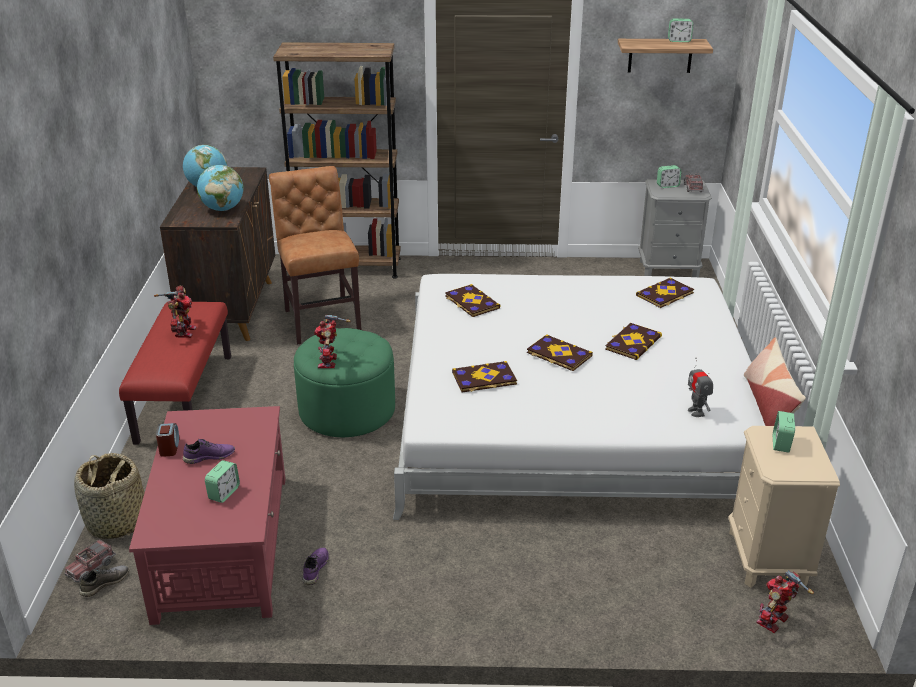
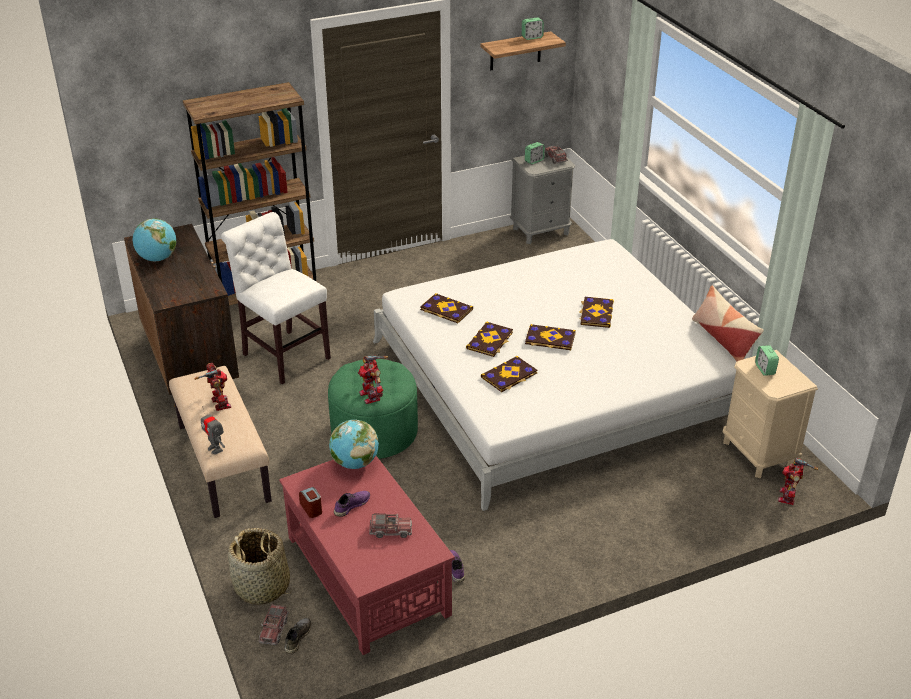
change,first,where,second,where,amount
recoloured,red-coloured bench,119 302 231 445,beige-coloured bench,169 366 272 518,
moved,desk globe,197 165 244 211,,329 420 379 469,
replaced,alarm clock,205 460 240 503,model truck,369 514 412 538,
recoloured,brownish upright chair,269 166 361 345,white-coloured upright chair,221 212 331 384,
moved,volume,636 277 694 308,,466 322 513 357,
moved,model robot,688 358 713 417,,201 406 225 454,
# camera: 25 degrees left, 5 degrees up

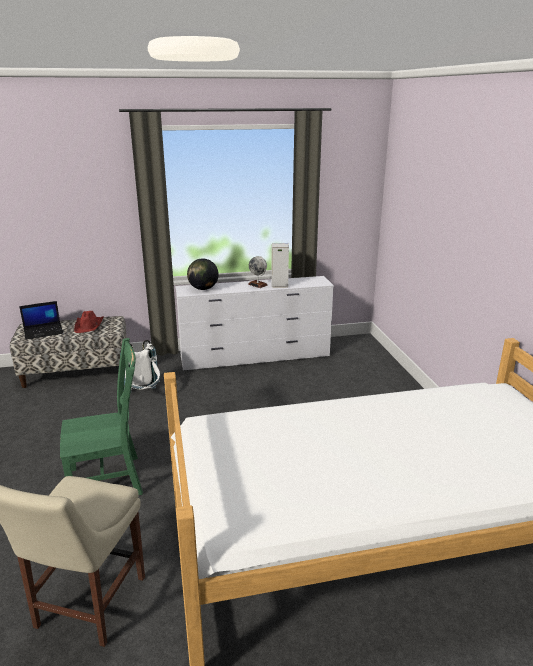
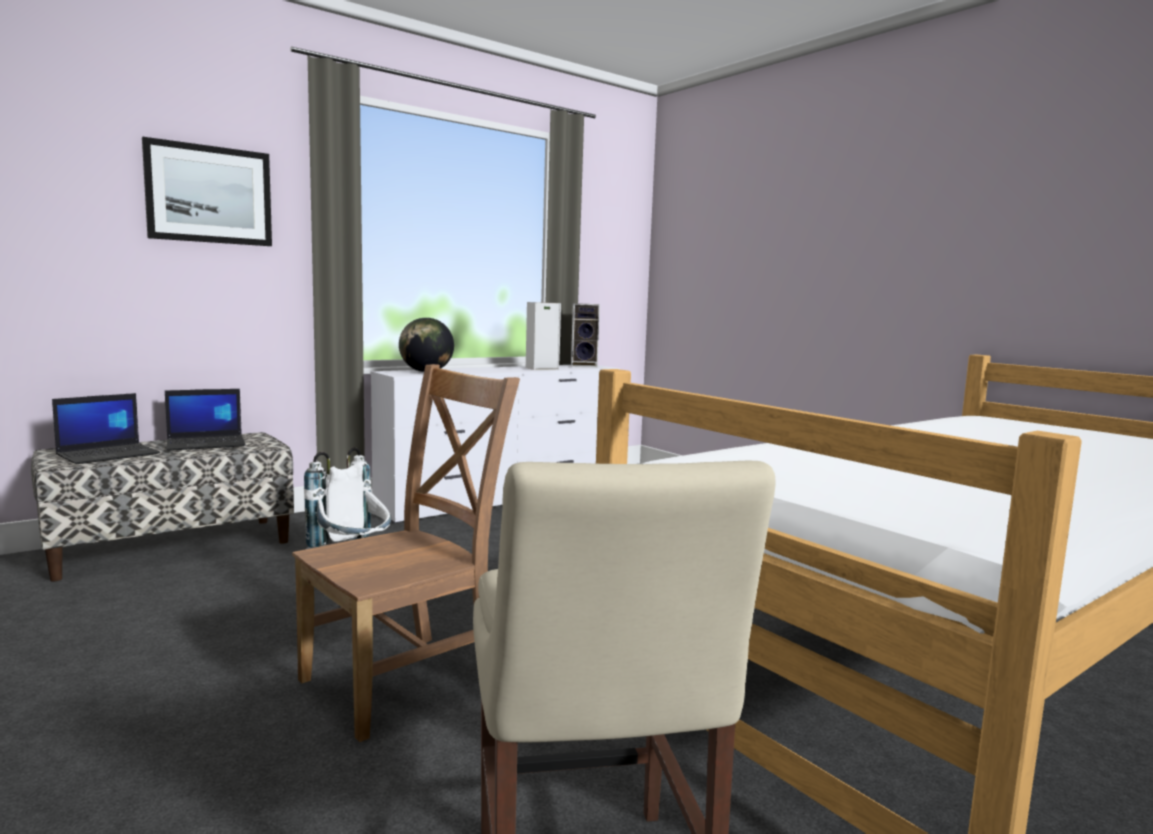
change,first,where,second,where,amount
recoloured,green upright chair,60 338 143 495,brownish upright chair,292 364 520 742,
replaced,red-coloured hat,74 311 104 333,portable computer,165 389 246 451,
removed,desk globe,248 256 268 288,,,
added,,,wall picture,142 137 272 246,
added,,,speaker,571 303 600 368,
# camera: 25 degrees left, 15 degrees down

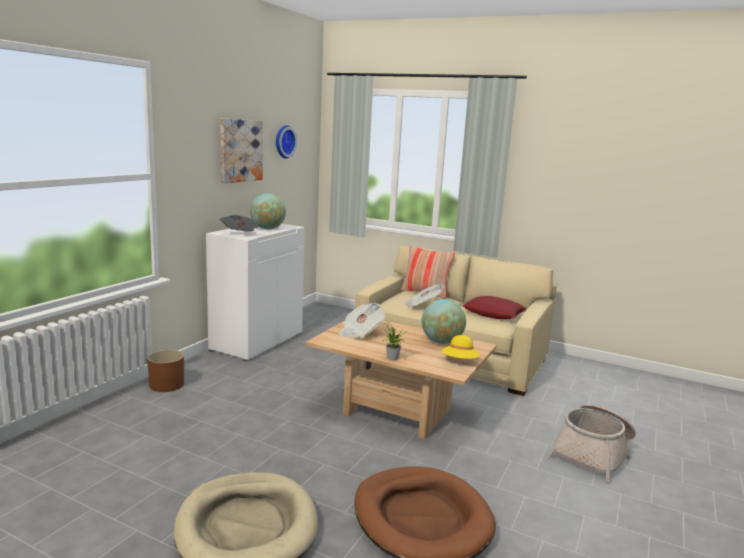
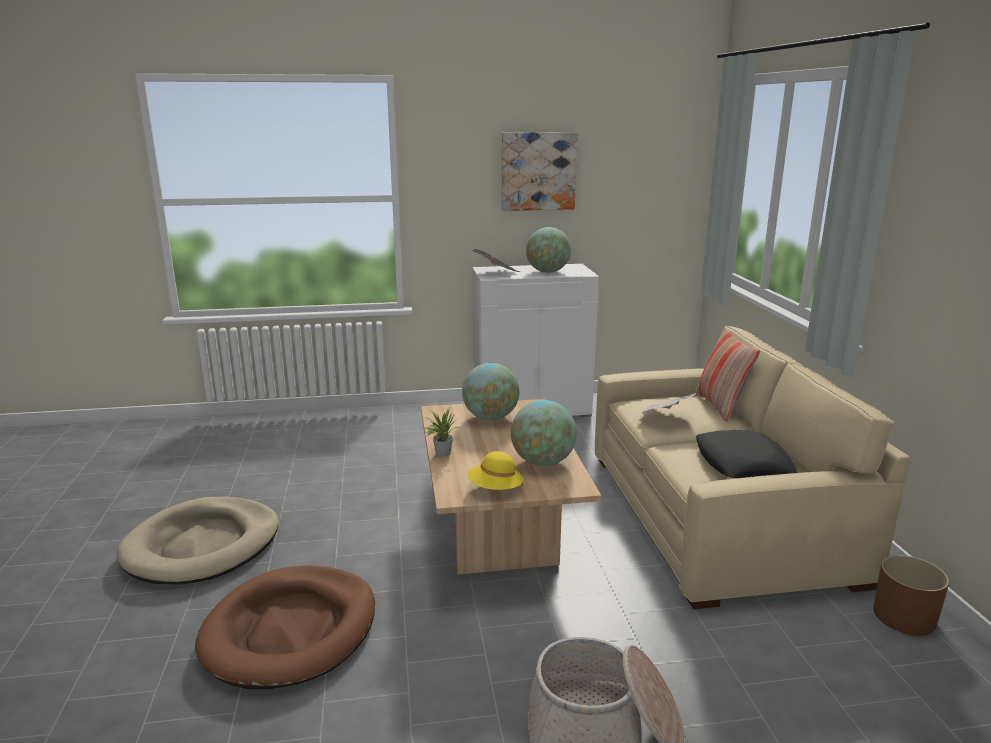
change,first,where,second,where,amount
moved,brownish planter,147 350 184 392,,873 555 949 636,
removed,hanging clock,276 125 297 158,,,
replaced,newspaper,339 303 385 338,desk globe,462 363 519 420,
recoloured,red-coloured pillow,463 296 527 319,black pillow,696 430 798 478,
# camera: 55 degrees right, 5 degrees up

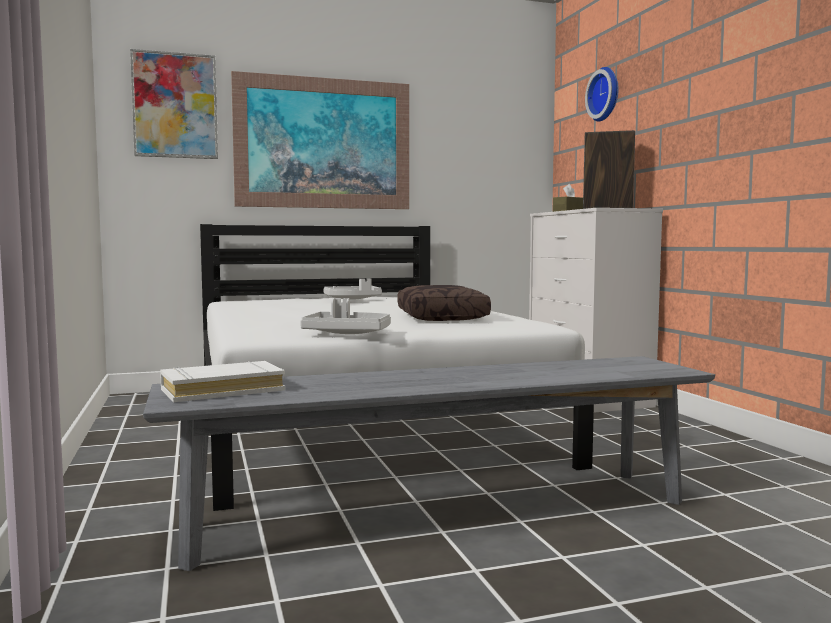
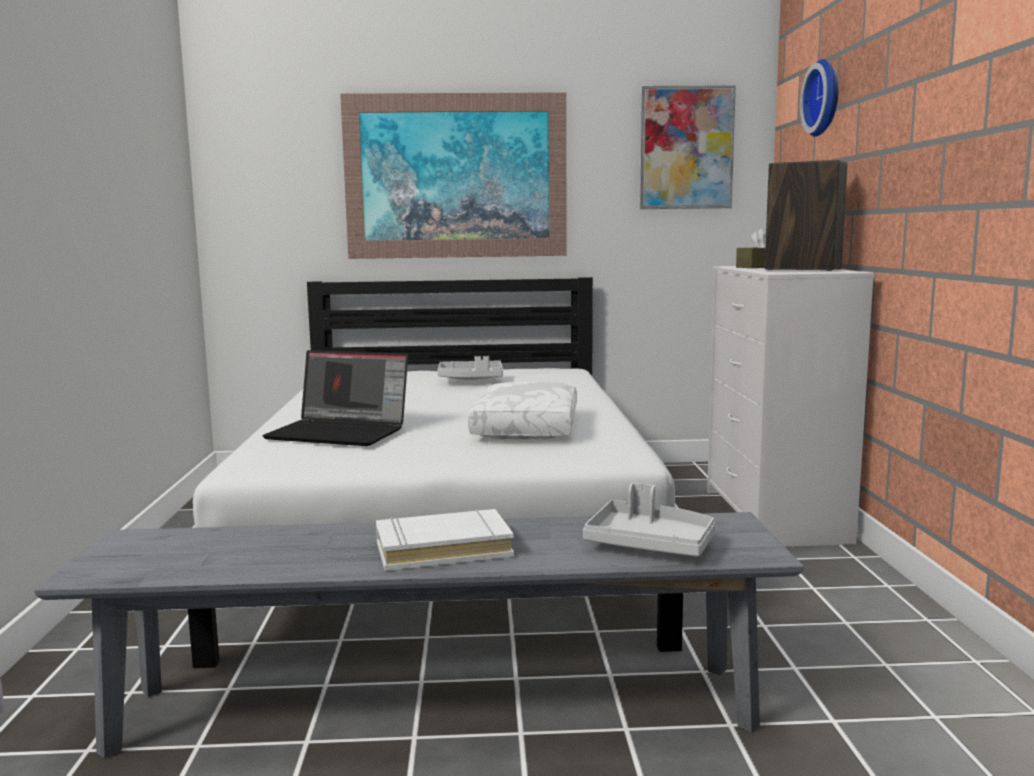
change,first,where,second,where,amount
moved,wall picture,130 49 218 159,,640 85 736 209,
moved,white-coloured volume,160 361 285 402,,376 509 514 571,
moved,grey tray,300 298 391 334,,583 483 716 557,
recoloured,brownish pillow,397 285 491 321,white-coloured pillow,468 382 577 439,
added,,,portable computer,262 350 408 446,
# camera: 15 degrees right, 5 degrees up

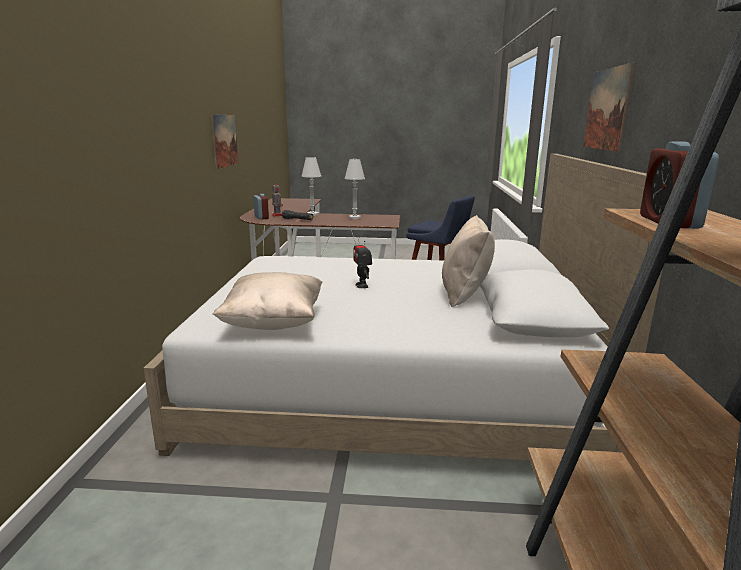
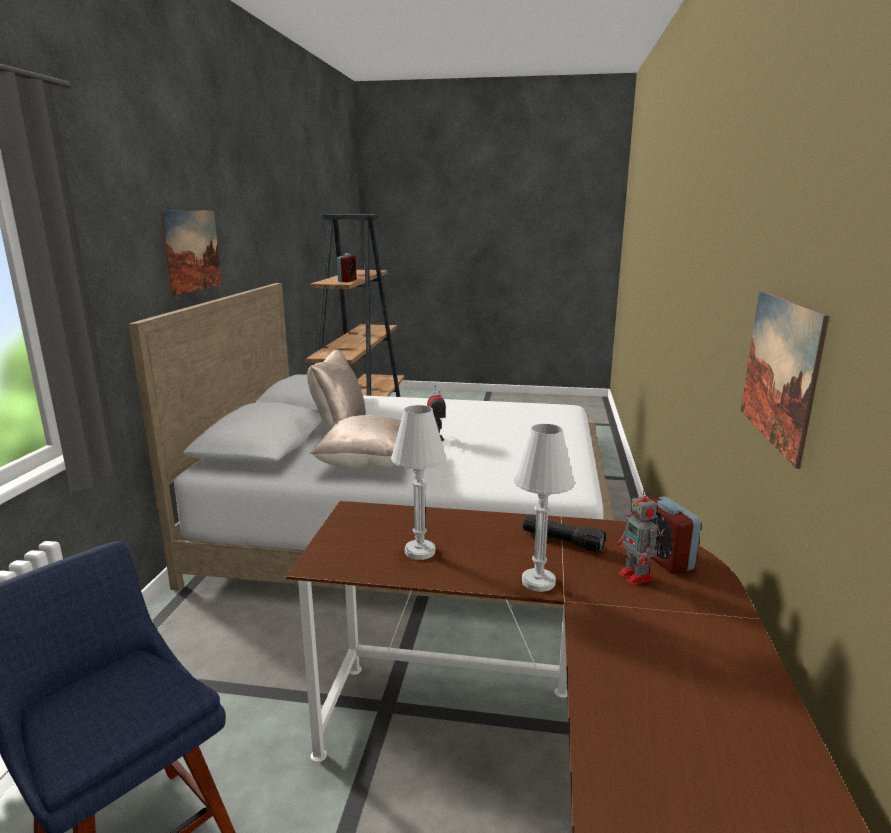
change,first,where,second,where,amount
moved,beige-coloured pillow,213 272 322 330,,310 415 401 469,
# camera: 175 degrees left, 0 degrees up

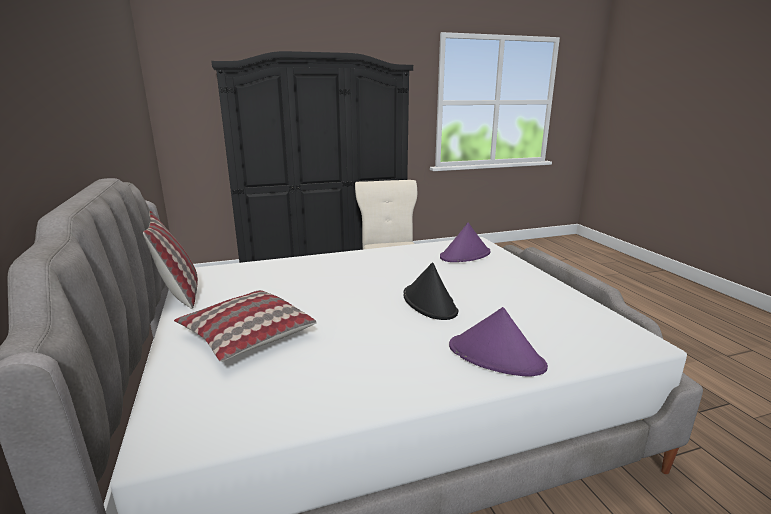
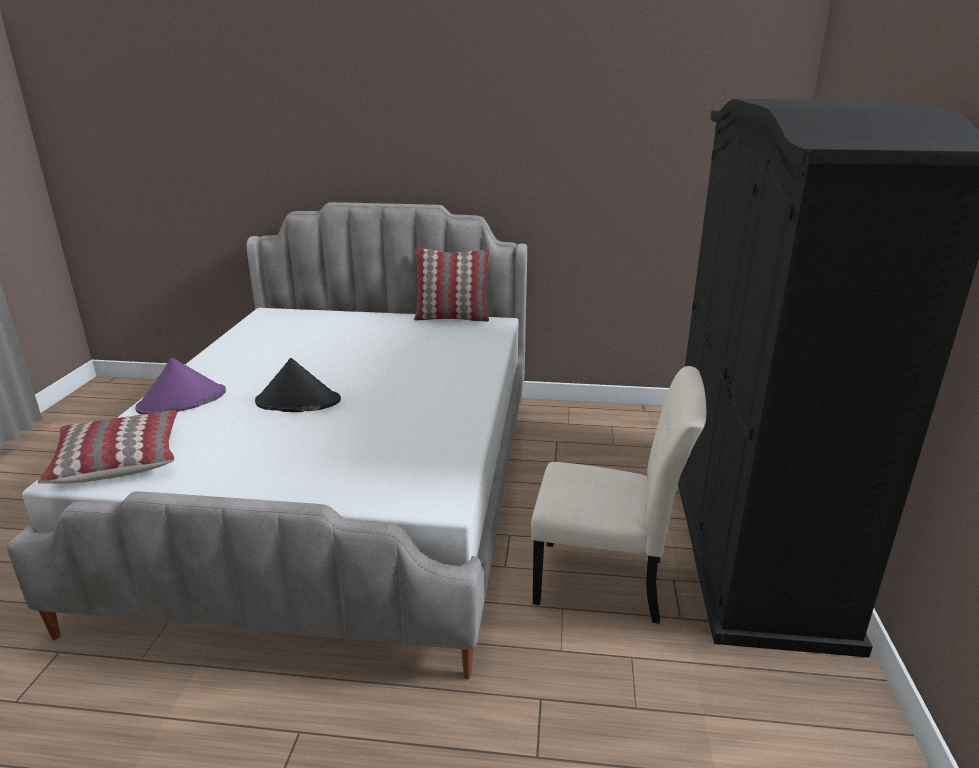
change,first,where,second,where,amount
moved,pillow,174 290 317 362,,38 410 178 484,
removed,purple hat,440 223 490 262,,,
# camera: 115 degrees right, 5 degrees up

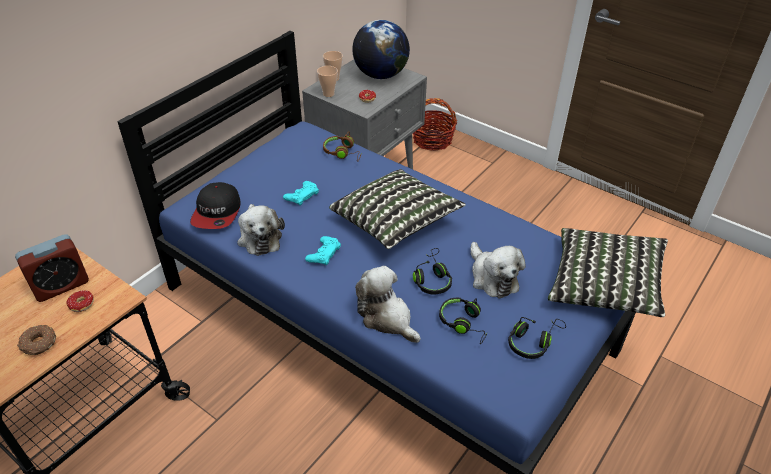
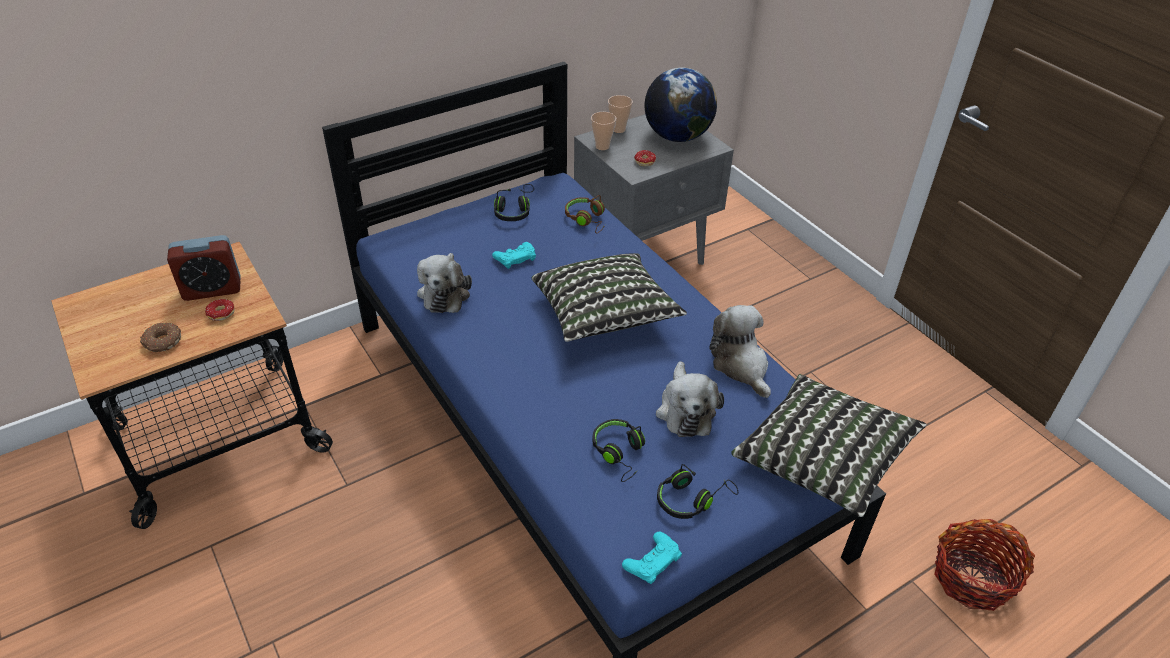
change,first,where,second,where,amount
removed,cap,190 182 241 229,,,
moved,turquoise game controller,305 236 341 265,,622 532 682 584,
moved,soft toy,355 266 421 343,,709 305 771 398,
moved,basket,413 98 457 151,,934 519 1035 611,
moved,black pair of headphones,413 248 452 295,,494 184 534 221,
# camera: 20 degrees right, 0 degrees up

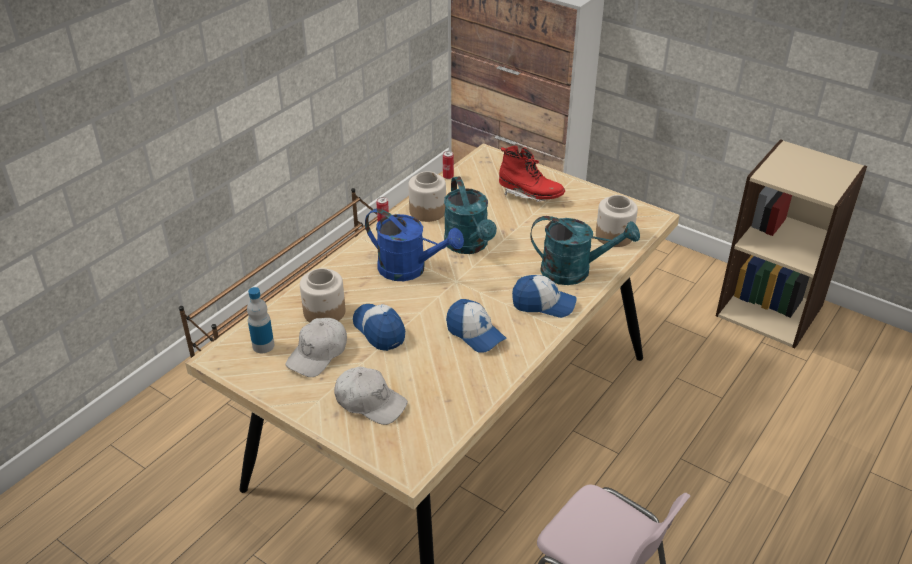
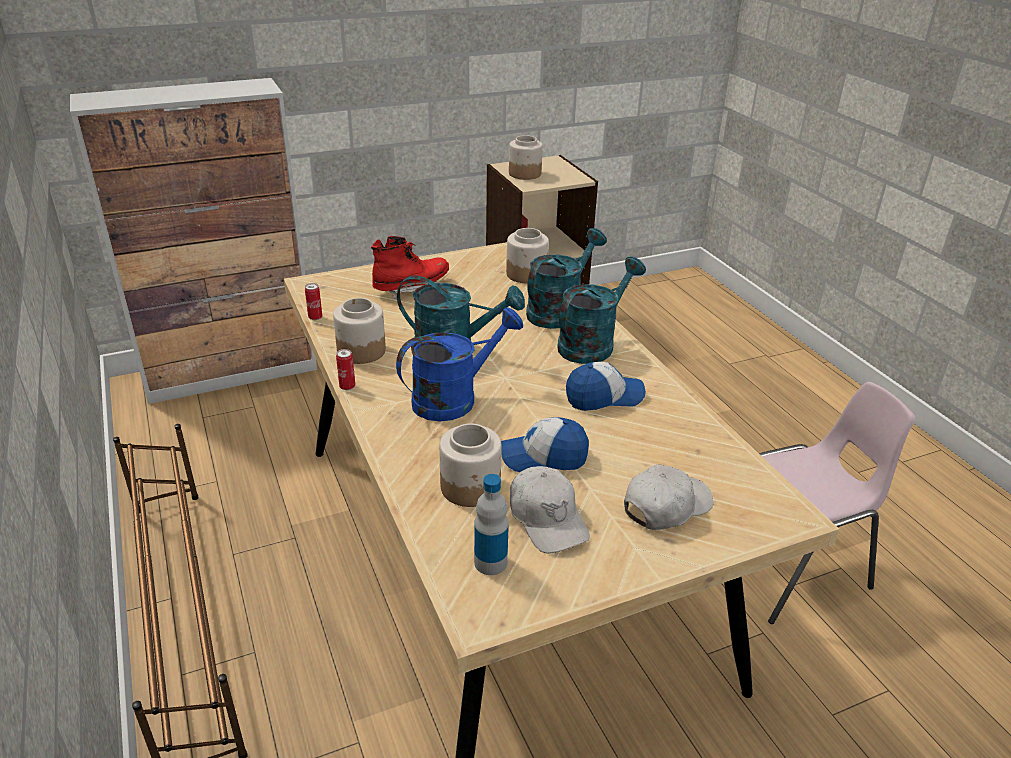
change,first,where,second,where,amount
replaced,cap,512 275 577 318,turquoise watering can,557 256 646 364,
added,,,preserve jar,509 135 543 180,
# camera: 60 degrees left, 5 degrees down

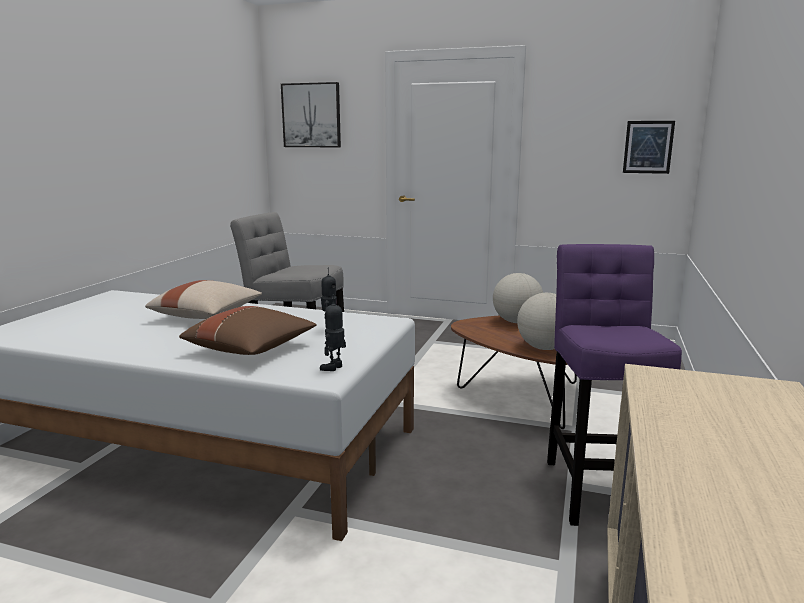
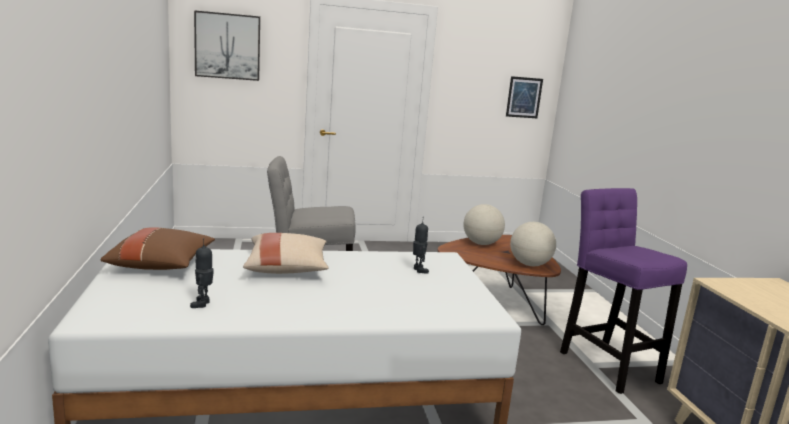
change,first,where,second,where,amount
moved,brownish pillow,179 306 317 355,,100 227 215 270,
moved,model robot,320 295 346 371,,190 238 213 308,
# camera: 30 degrees left, 0 degrees up

